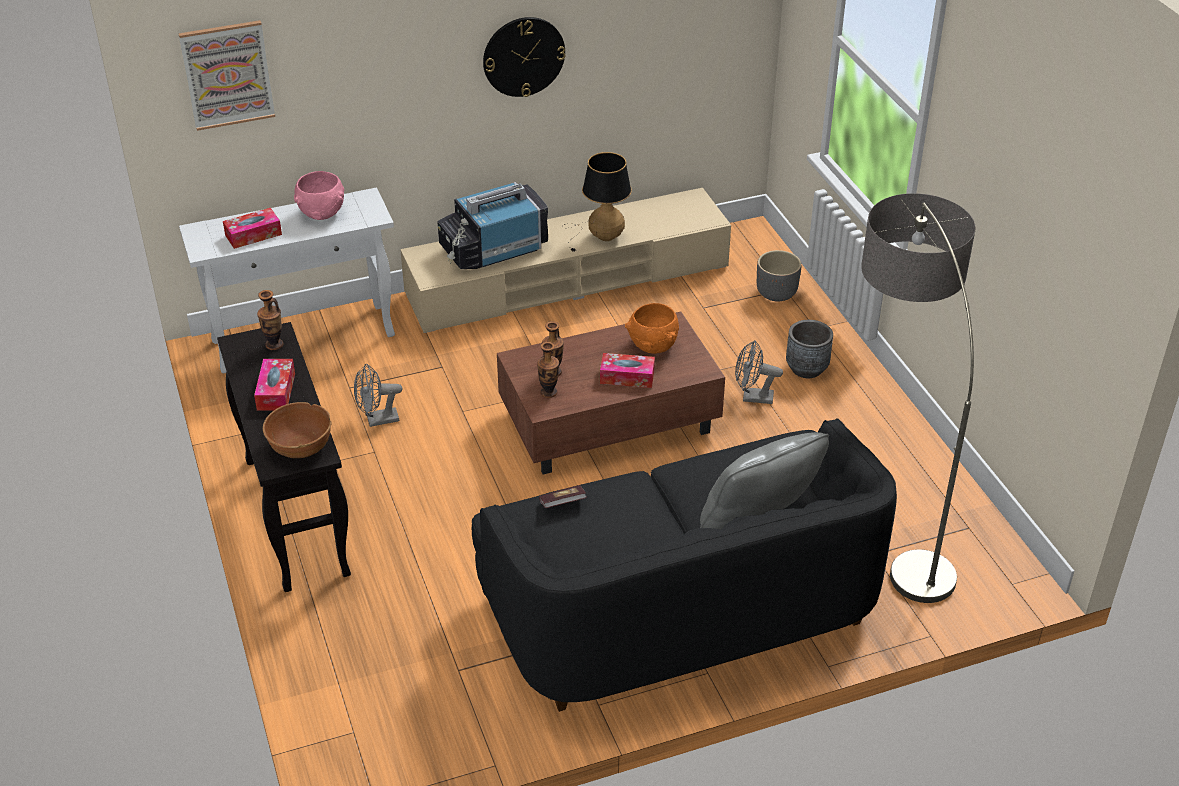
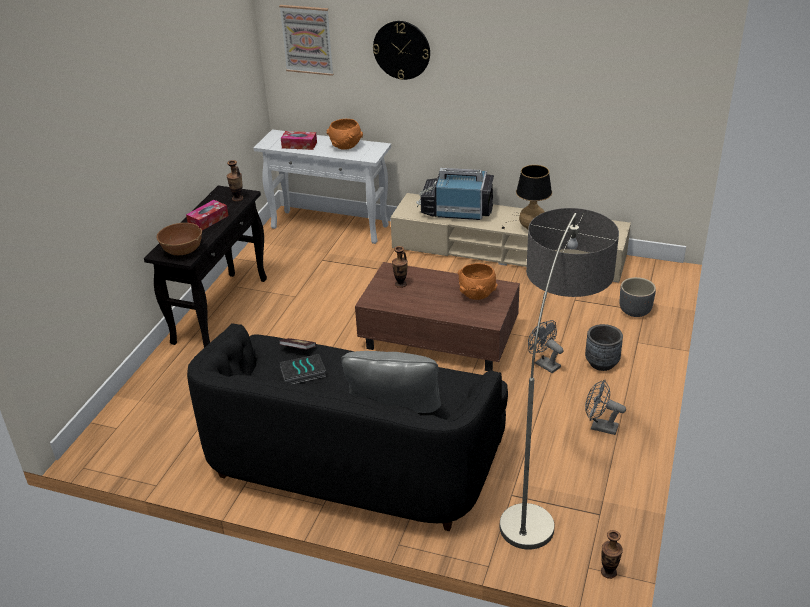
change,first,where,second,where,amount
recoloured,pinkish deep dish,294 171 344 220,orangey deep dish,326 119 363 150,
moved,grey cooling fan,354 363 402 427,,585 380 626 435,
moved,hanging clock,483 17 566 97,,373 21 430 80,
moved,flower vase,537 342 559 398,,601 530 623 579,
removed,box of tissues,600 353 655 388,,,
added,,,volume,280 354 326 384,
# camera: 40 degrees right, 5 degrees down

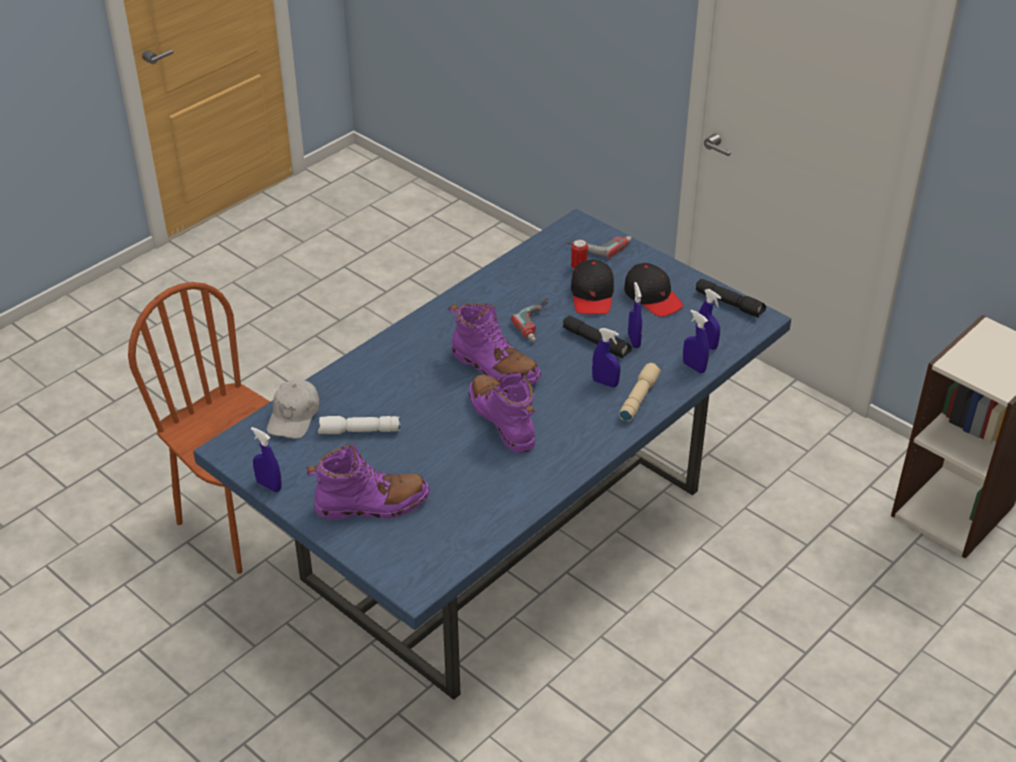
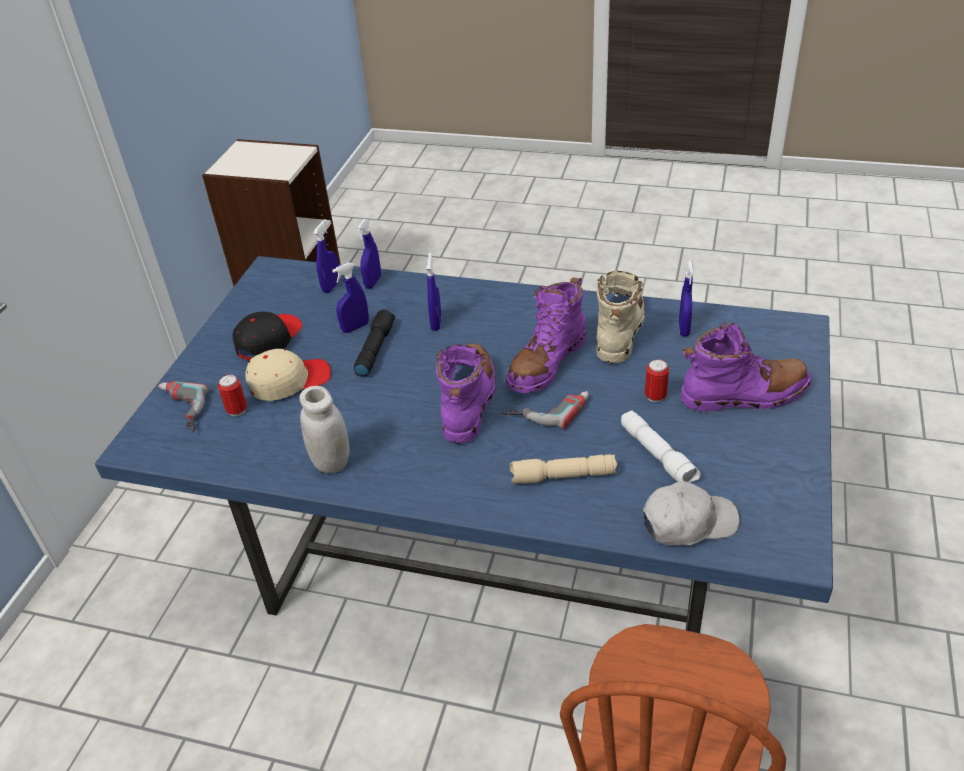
change,first,where,second,where,amount
moved,blue-coloured hand sprayer,251 427 282 492,,679 261 694 336,
turned,purple tall boot,306 444 430 520,,681 322 811 412,120 degrees clockwise
moved,power drill,511 298 548 342,,501 391 589 430,
recoloured,black cap,571 259 614 314,beige-coloured cap,245 349 331 401,
moved,beige-coloured hand torch,619 363 661 422,,510 454 617 484,
removed,black hand torch,695 278 766 318,,,
added,,,white-coloured preserve jar,300 386 349 473,
added,,,beige-coloured tall boot,596 271 645 364,
added,,,can,645 359 669 402,
# camera: 115 degrees left, 0 degrees up

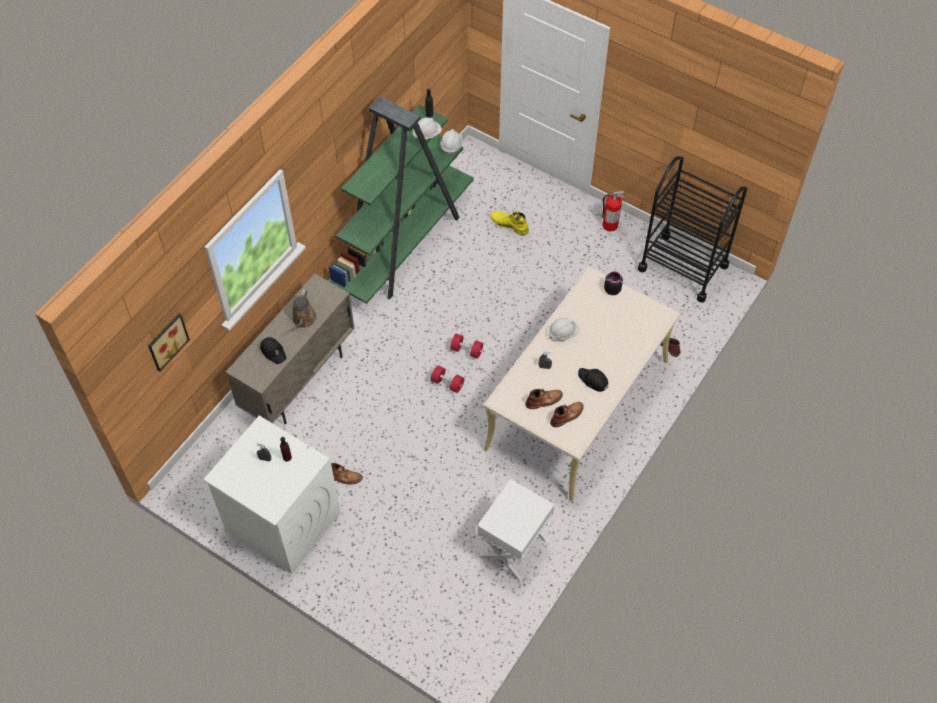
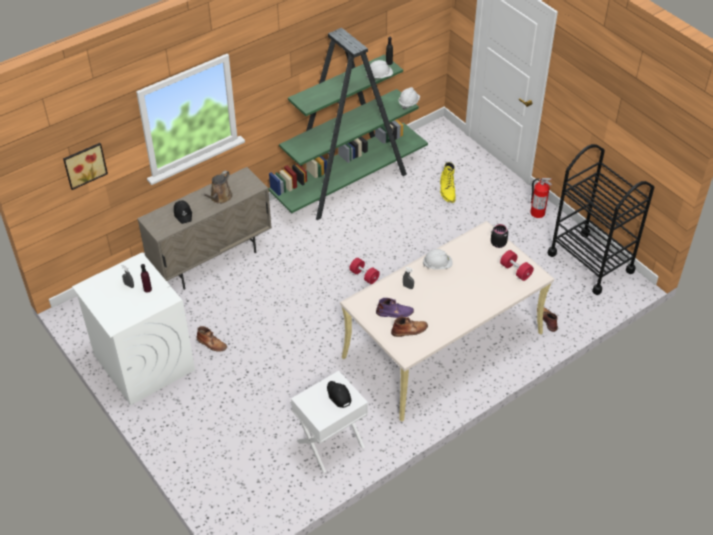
change,first,where,second,where,amount
moved,red-coloured hand weight,430 365 464 393,,500 250 534 281,
turned,yellow tall boot,490 211 529 236,,440 162 456 203,150 degrees counterclockwise
recoloured,brownish tall boot,525 389 563 409,purple tall boot,376 298 414 318,
moved,black cap,578 368 608 392,,327 381 351 408,
# camera: 20 degrees right, 10 degrees down

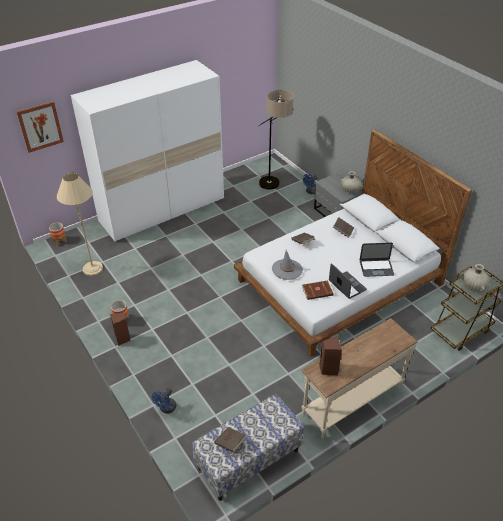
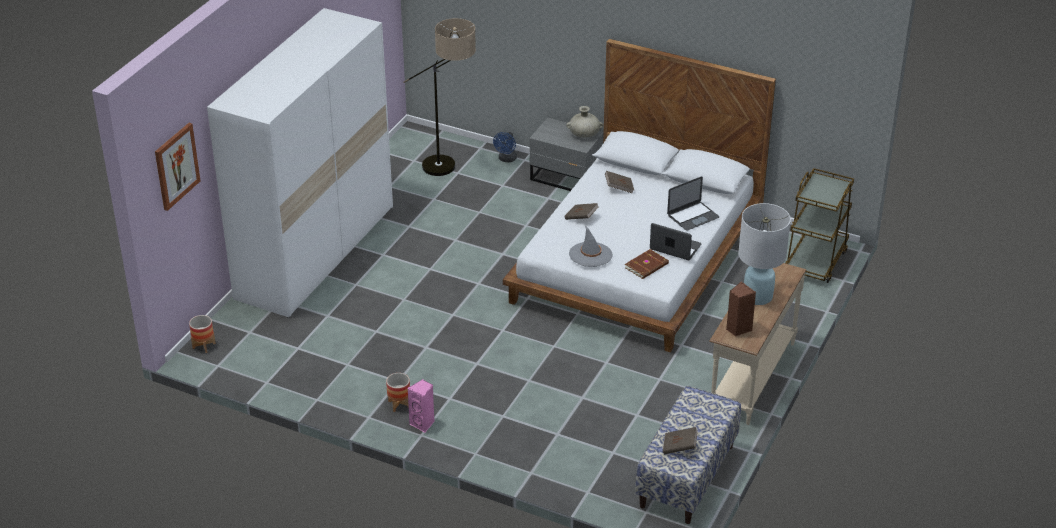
change,first,where,second,where,amount
removed,beige-coloured floor lamp,57 173 103 276,,,
recoloured,brownish speaker,110 312 131 346,pinkish speaker,408 379 434 432,
removed,blue-coloured cooling fan,152 387 176 414,,,
removed,beige-coloured flower vase,462 264 490 291,,,
added,,,white-coloured tabletop lamp,738 203 791 305,
# camera: 30 degrees left, 5 degrees down

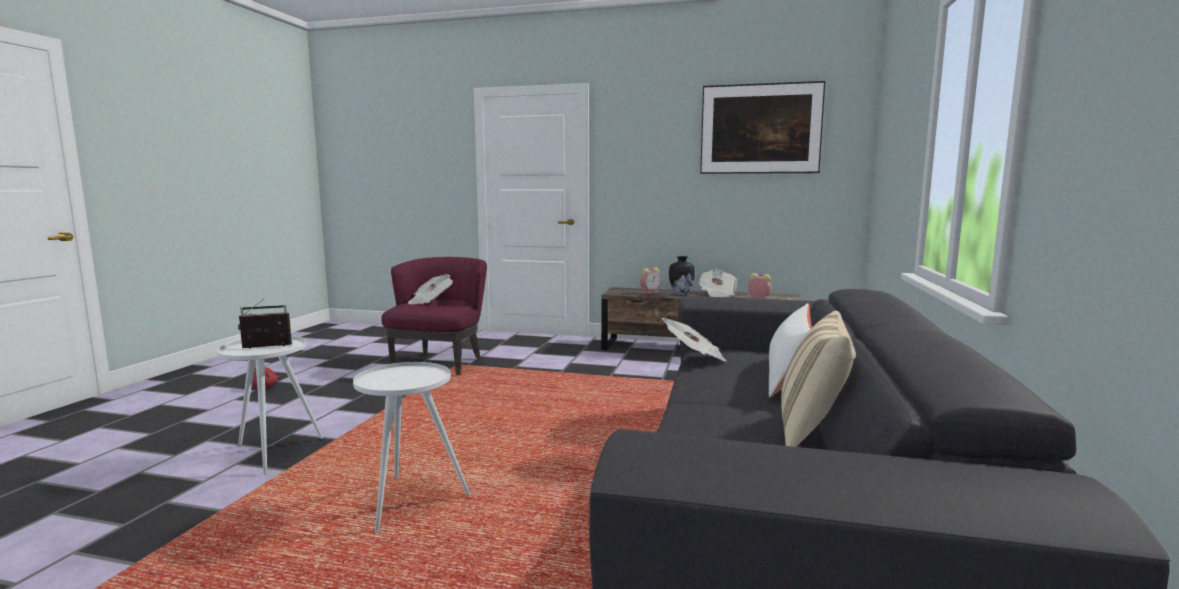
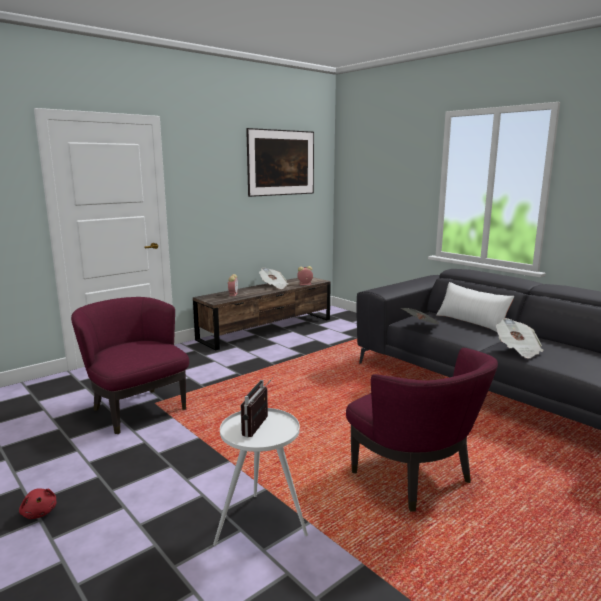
change,first,where,second,where,amount
replaced,white-coloured accent table,353 362 470 532,purple easy chair,346 348 498 512,
moved,newspaper,408 274 453 304,,496 318 544 359,
removed,flower vase,669 256 695 295,,,
removed,beige-coloured pillow,781 311 856 447,,,
# camera: 55 degrees left, 5 degrees up

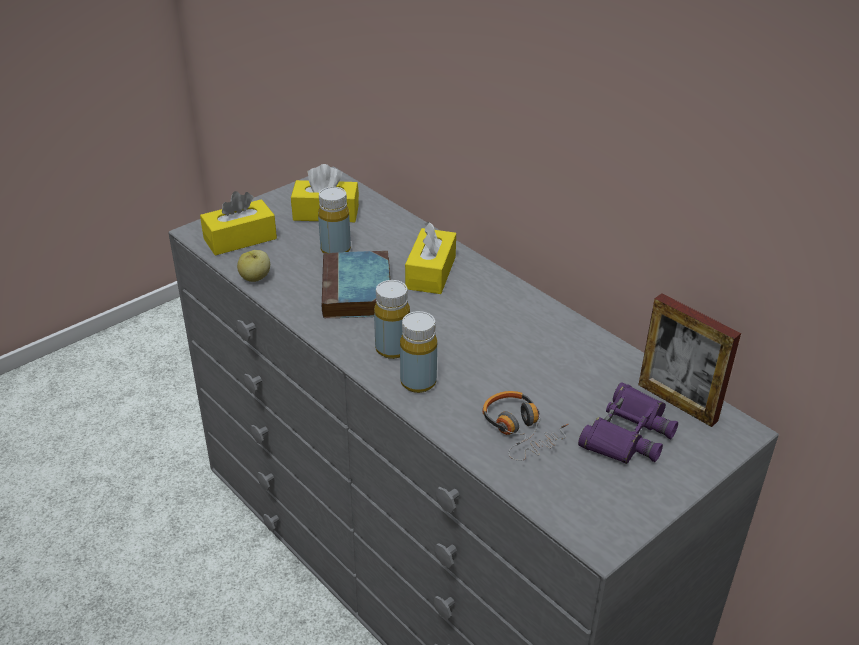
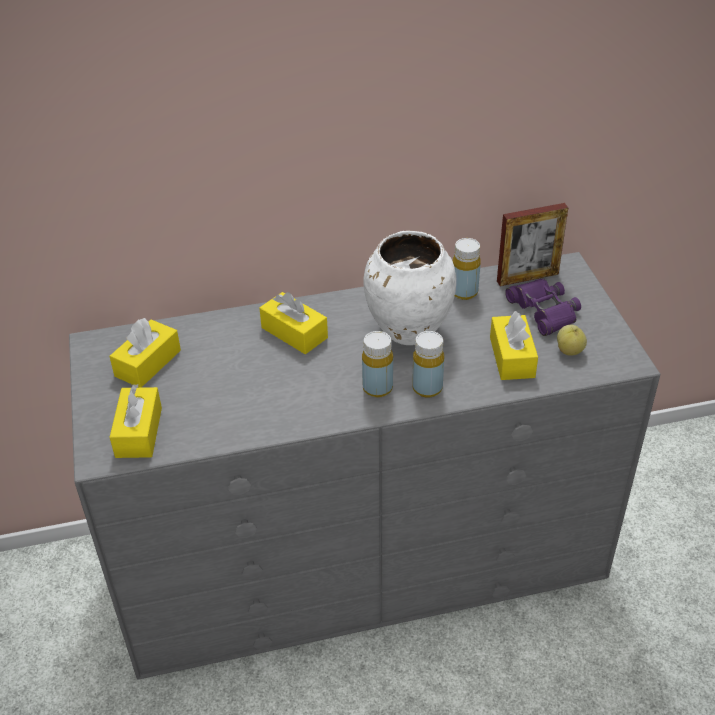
change,first,where,second,where,amount
moved,apple fruit,237 250 270 282,,557 325 587 356,
moved,yellow beverage bottle,318 187 351 254,,452 238 481 300,
removed,volume,322 251 390 319,,,
replaced,pair of headphones,483 391 569 461,yellow box of tissues,490 311 538 380,
added,,,white-coloured flower vase,363 231 456 345,
# camera: 60 degrees left, 5 degrees up

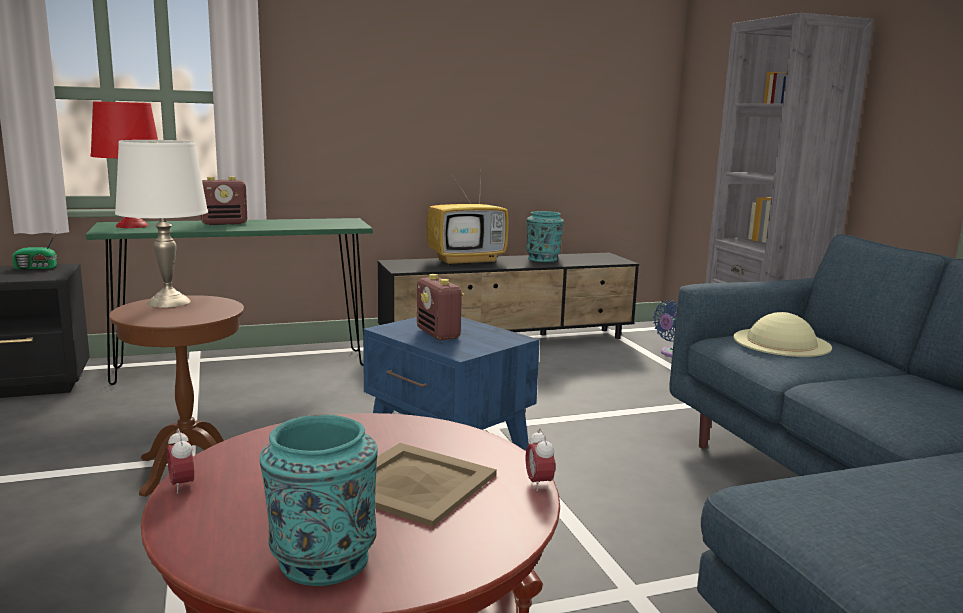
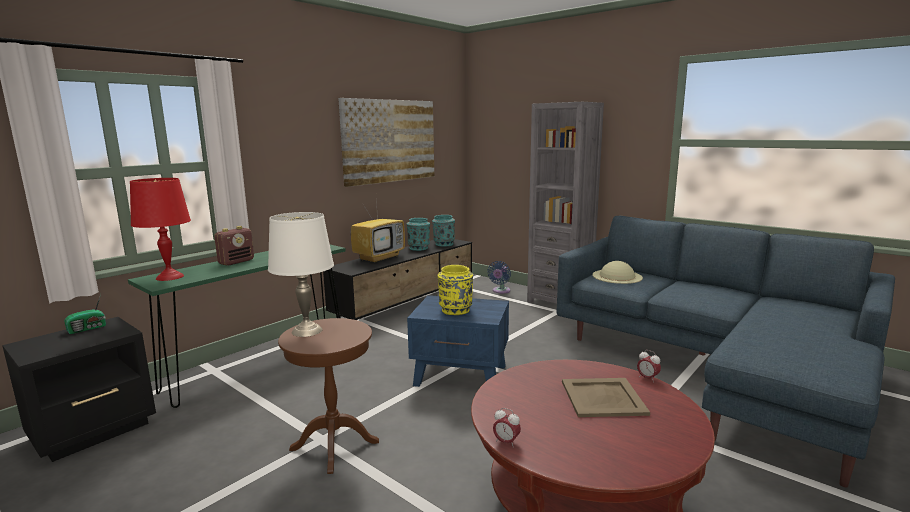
change,first,where,second,where,amount
moved,turquoise flower vase,260 414 378 586,,432 215 455 247,
replaced,radio set,417 274 465 341,yellow flower vase,438 265 473 315,
added,,,wall picture,338 98 434 187,
# camera: 30 degrees left, 0 degrees up

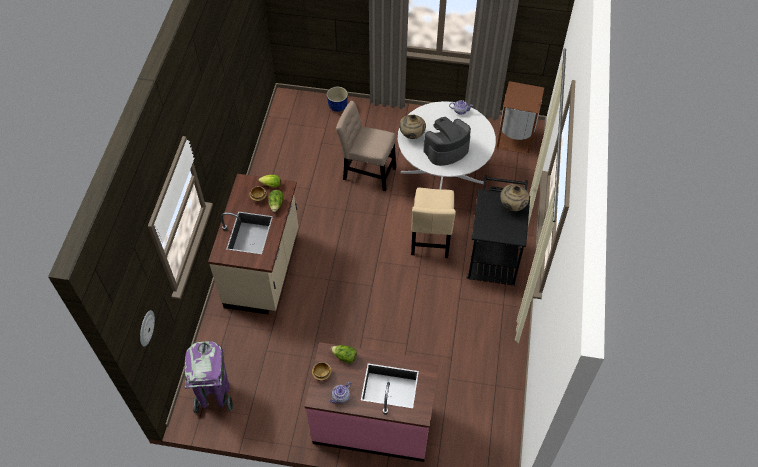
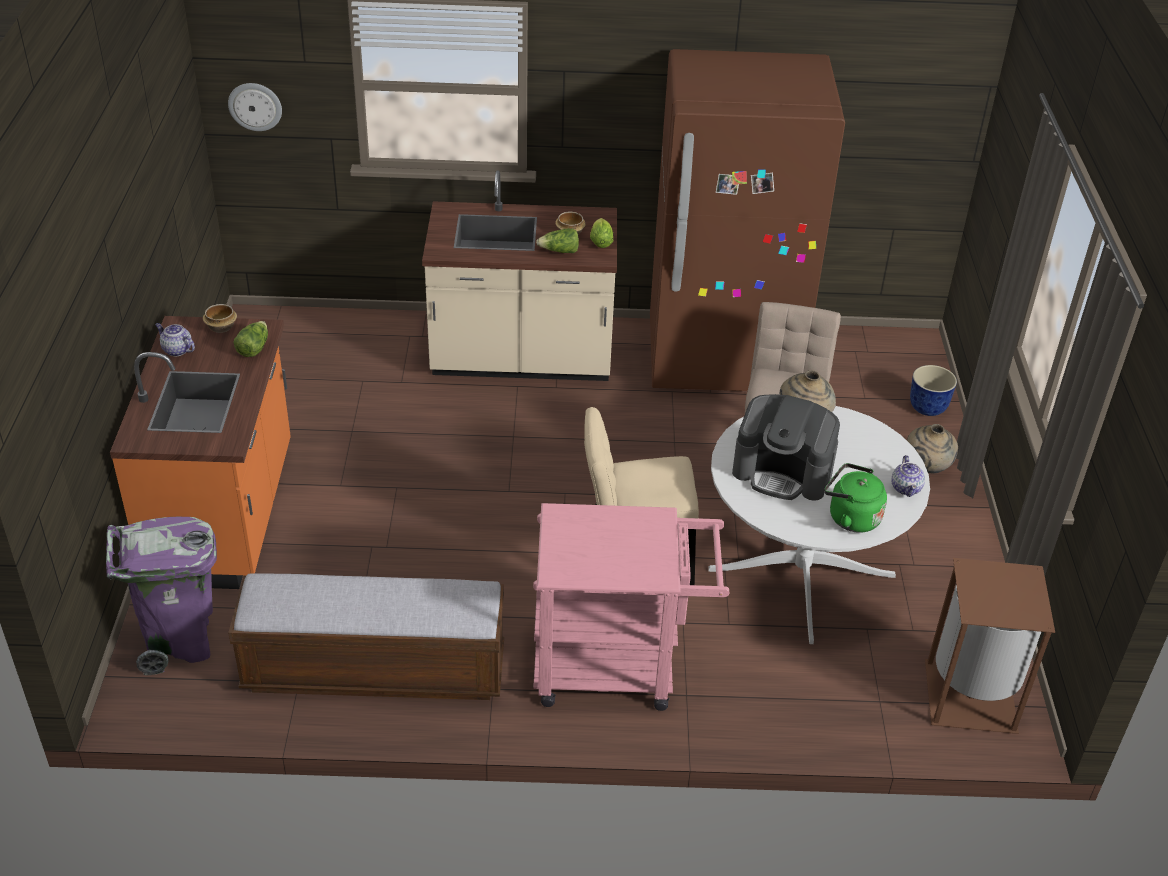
change,first,where,second,where,amount
moved,purple waste bin,184 341 233 414,,106 517 217 675,
recoloured,pinkish counter,305 342 439 462,orangey counter,110 316 291 589,
turned,coffee machine,423 117 471 166,,732 394 840 501,150 degrees clockwise
recoloured,black cart,467 175 530 286,pinkish cart,533 503 729 711,
moved,beige-coloured flower vase,500 184 529 211,,907 424 958 473,
added,,,bench,228 573 504 700,
added,,,brownish fridge,650 49 845 391,
added,,,green tea kettle,824 463 887 533,
# camera: 80 degrees right, 15 degrees down

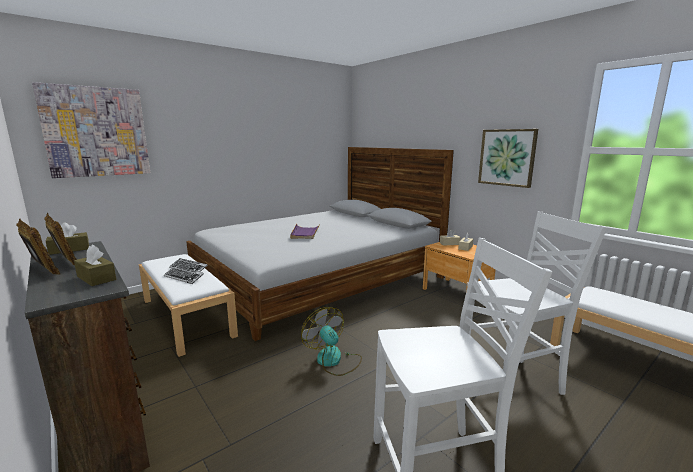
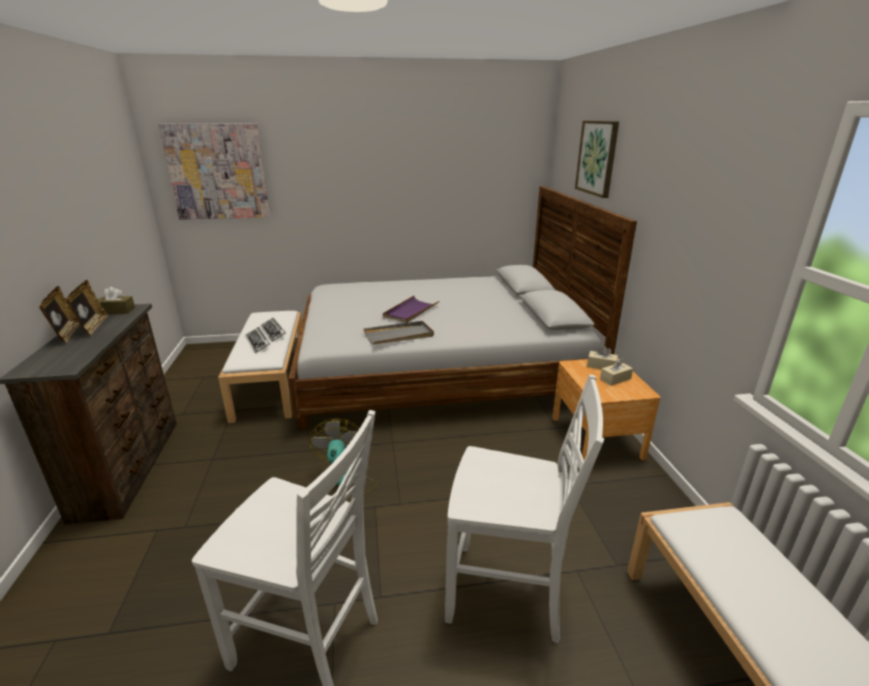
change,first,where,second,where,amount
removed,brownish box of tissues,74 245 116 286,,,
moved,wall picture,478 129 538 188,,575 121 619 198,
added,,,grey tray,363 321 434 345,
# camera: 30 degrees right, 10 degrees up

